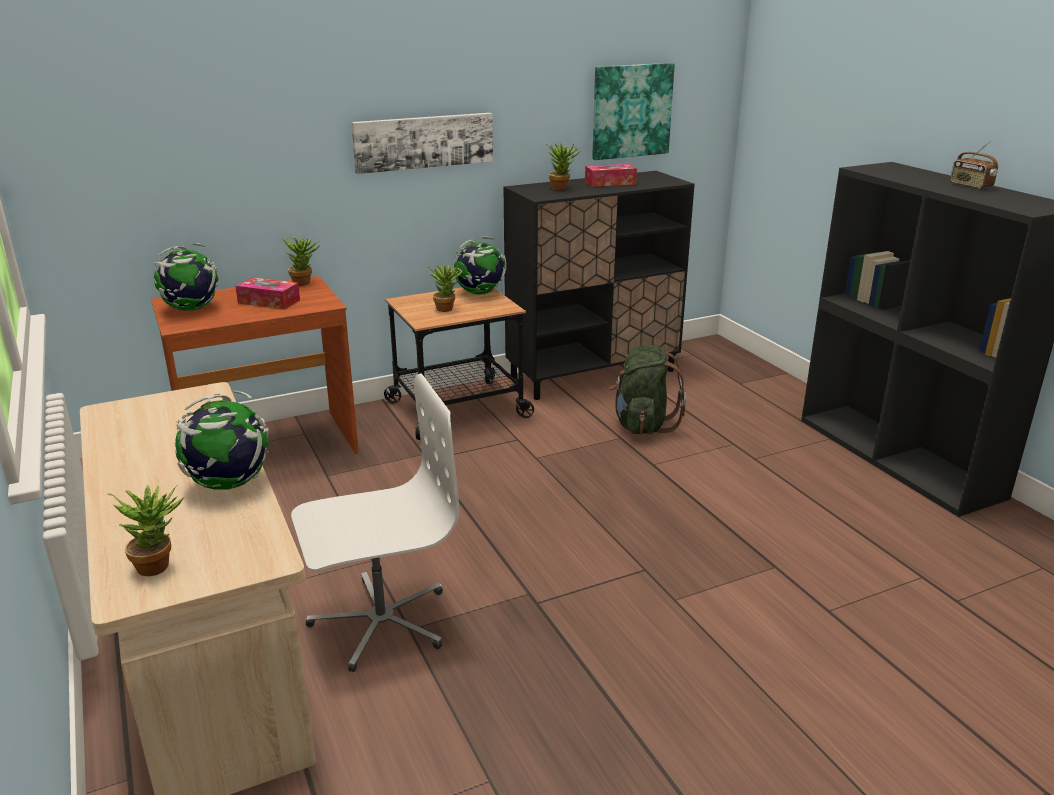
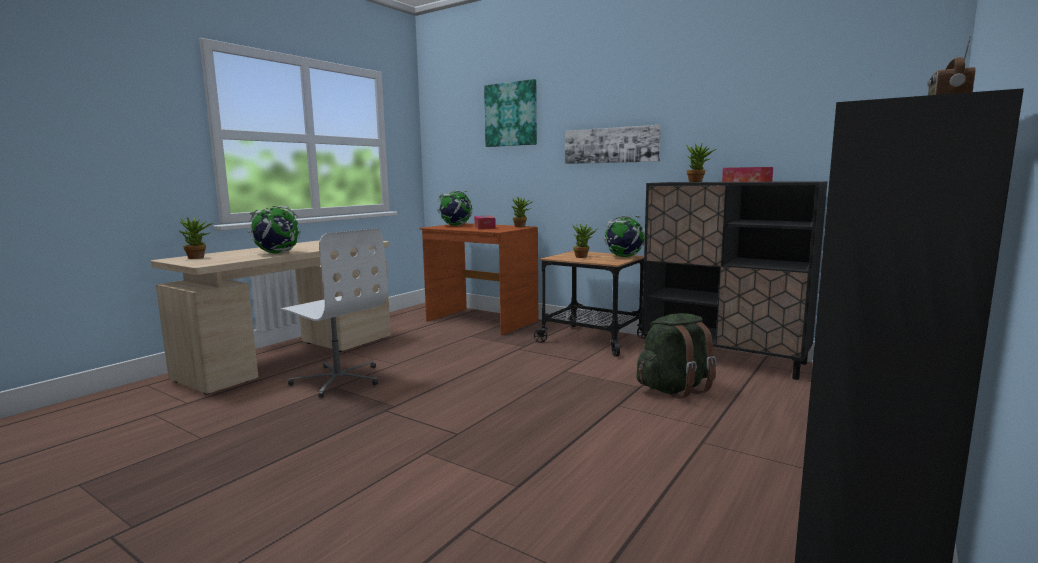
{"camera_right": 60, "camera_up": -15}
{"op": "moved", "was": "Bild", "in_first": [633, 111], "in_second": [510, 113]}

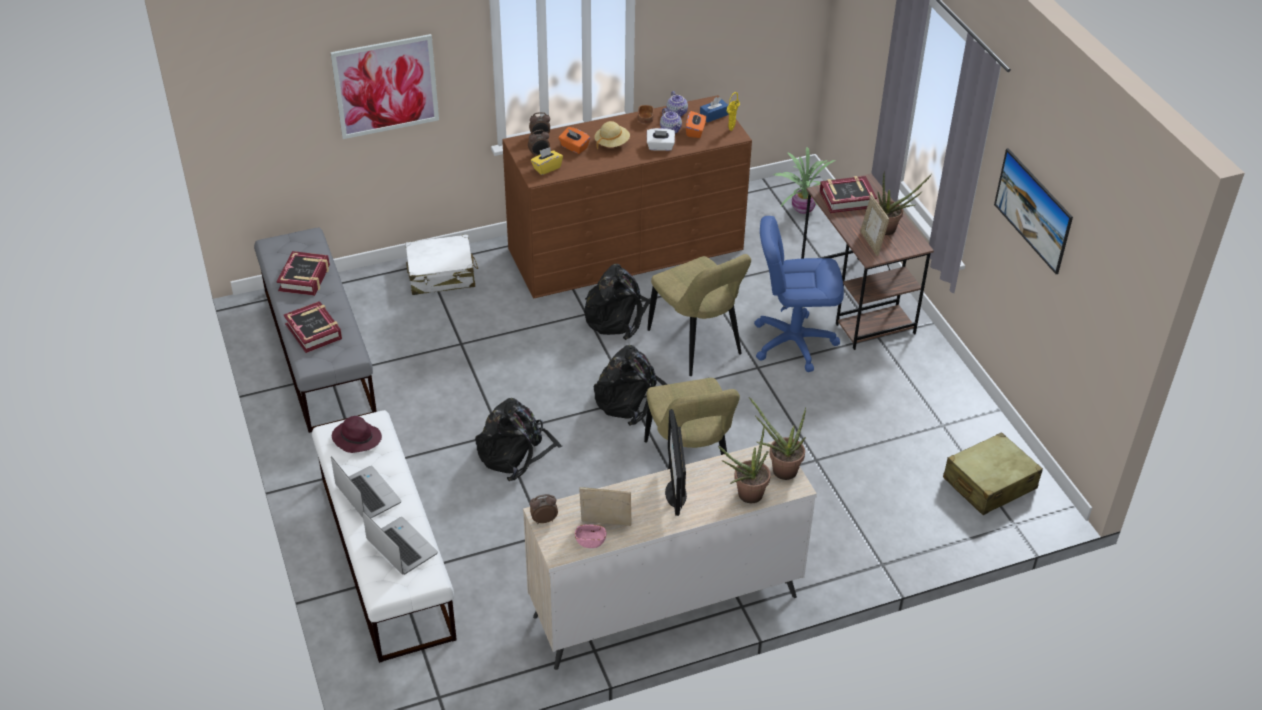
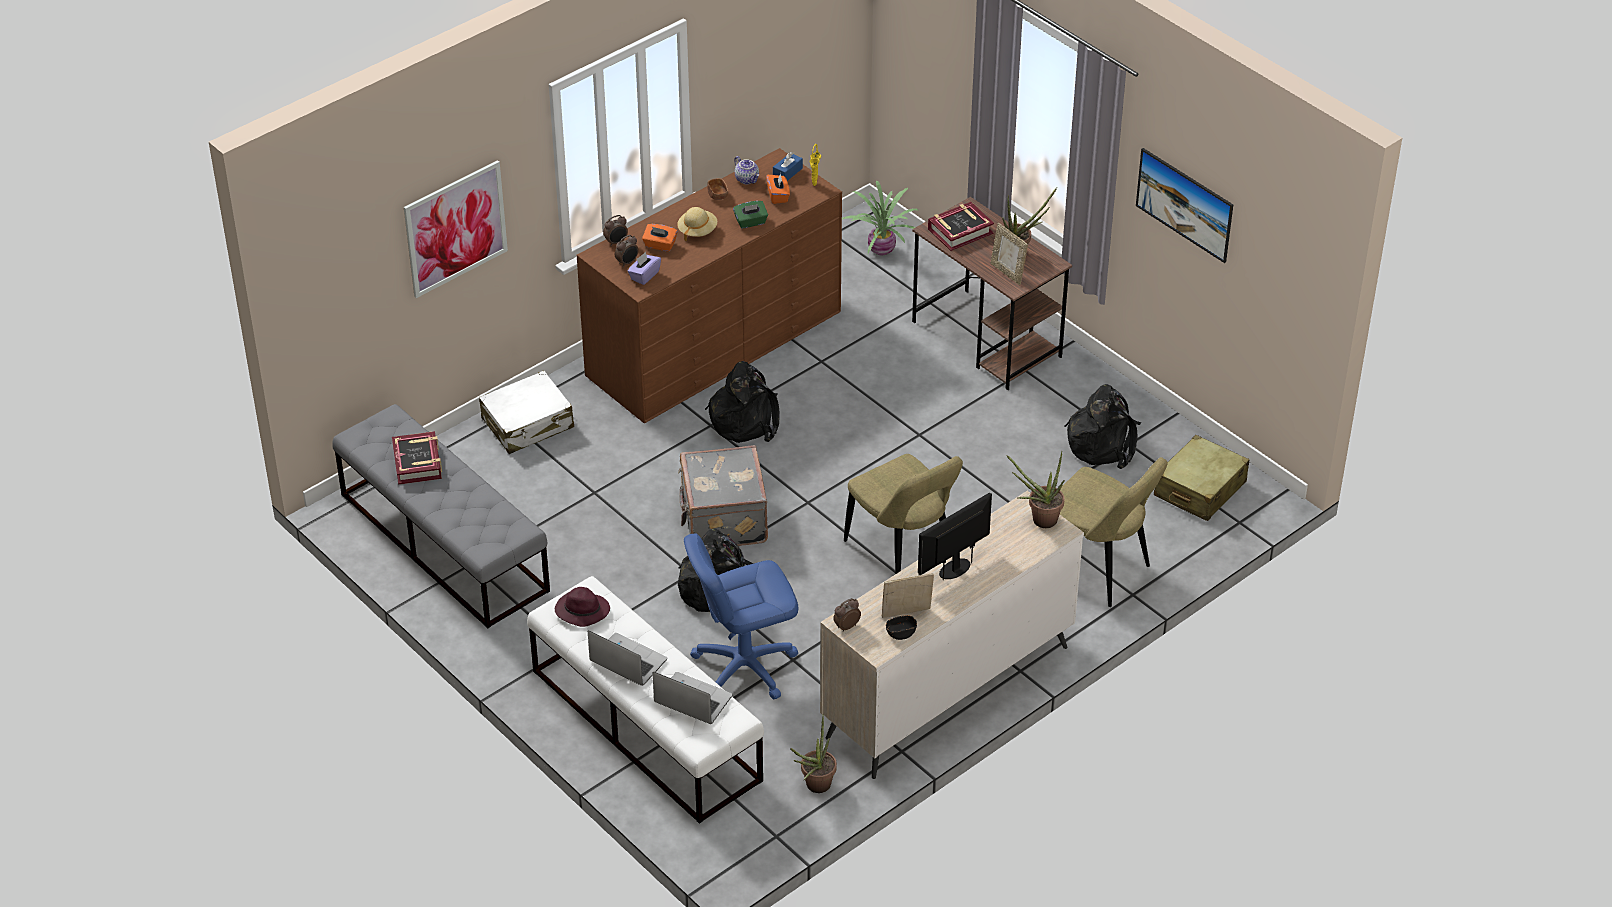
{"camera_right": -20, "camera_up": 0}
{"op": "removed", "was": "Buch", "in_first": [313, 327]}
{"op": "removed", "was": "Teekanne", "in_first": [671, 121]}
{"op": "added", "now": "Koffer [grau]", "in_second": [723, 495]}
{"op": "moved", "was": "Rucksack [schwarz]", "in_first": [631, 385], "in_second": [1102, 426]}
{"op": "moved", "was": "Stuhl [beige]", "in_first": [699, 315], "in_second": [1114, 532]}
{"op": "moved", "was": "Topfpflanze", "in_first": [744, 463], "in_second": [813, 755]}
{"op": "moved", "was": "Bürostuhl [blau]", "in_first": [799, 294], "in_second": [741, 616]}
{"op": "recoloured", "was": "Taschentuchbox [gelb]", "now": "Taschentuchbox [lila]", "in_first": [547, 161], "in_second": [644, 268]}
{"op": "recoloured", "was": "Schüssel [rosa]", "now": "Schüssel [schwarz]", "in_first": [590, 536], "in_second": [901, 627]}
{"op": "recoloured", "was": "Taschentuchbox [weiß]", "now": "Taschentuchbox [grün]", "in_first": [661, 139], "in_second": [750, 214]}
{"op": "turned", "was": "Monitor", "in_first": [676, 462], "in_second": [955, 536], "clockwise": 75}

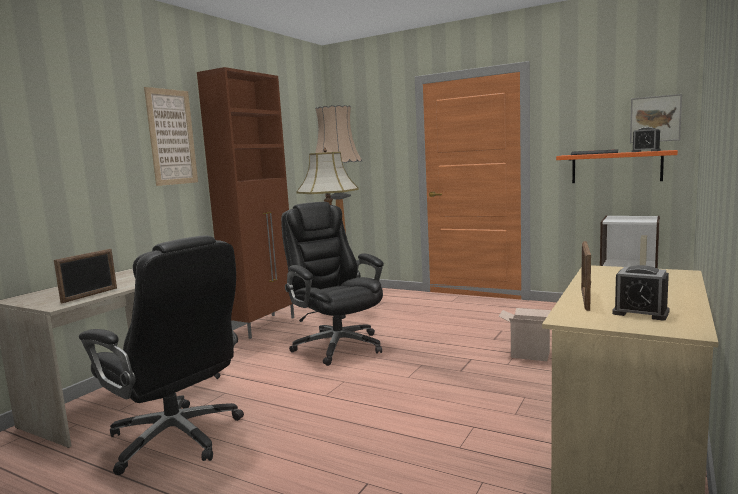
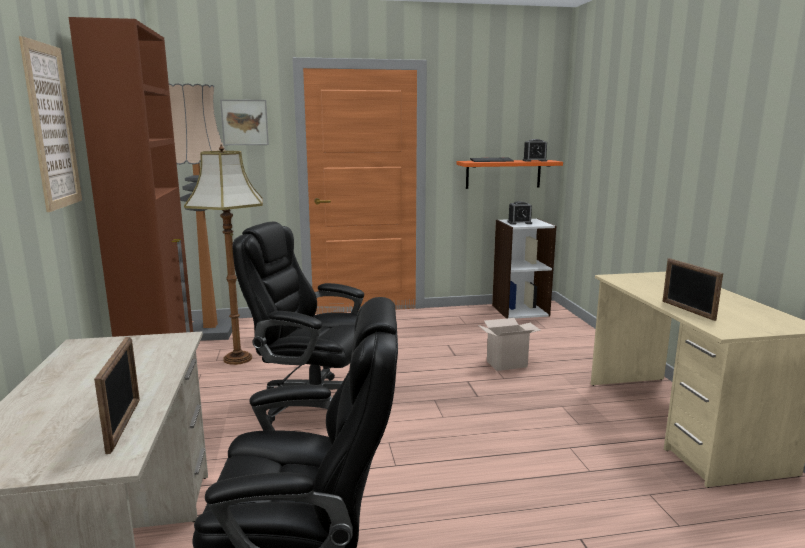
{"camera_right": -40, "camera_up": 5}
{"op": "moved", "was": "Wecker", "in_first": [641, 292], "in_second": [520, 213]}
{"op": "moved", "was": "Bild", "in_first": [656, 118], "in_second": [244, 122]}

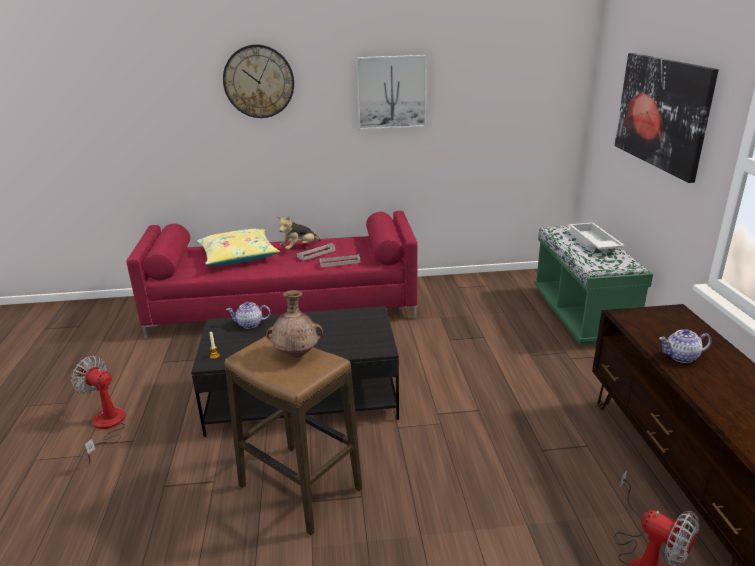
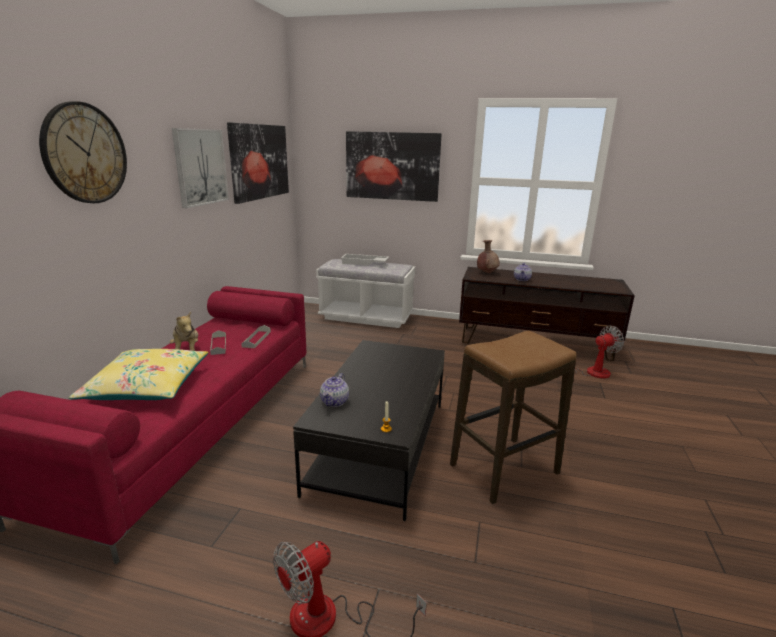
{"camera_right": -70, "camera_up": -5}
{"op": "added", "now": "Bild", "in_second": [258, 163]}
{"op": "moved", "was": "Vase [braun]", "in_first": [294, 324], "in_second": [488, 256]}
{"op": "recoloured", "was": "Bank [grün]", "now": "Bank [weiß]", "in_first": [593, 285], "in_second": [365, 293]}

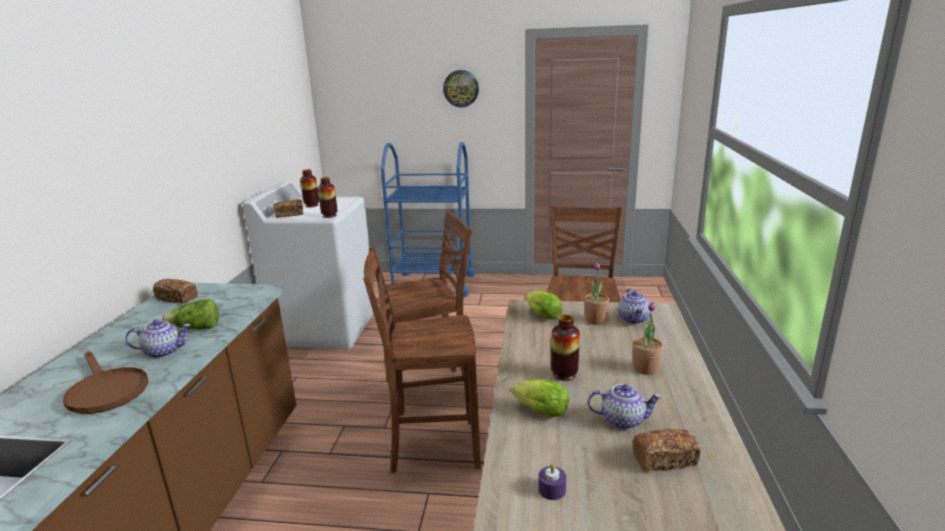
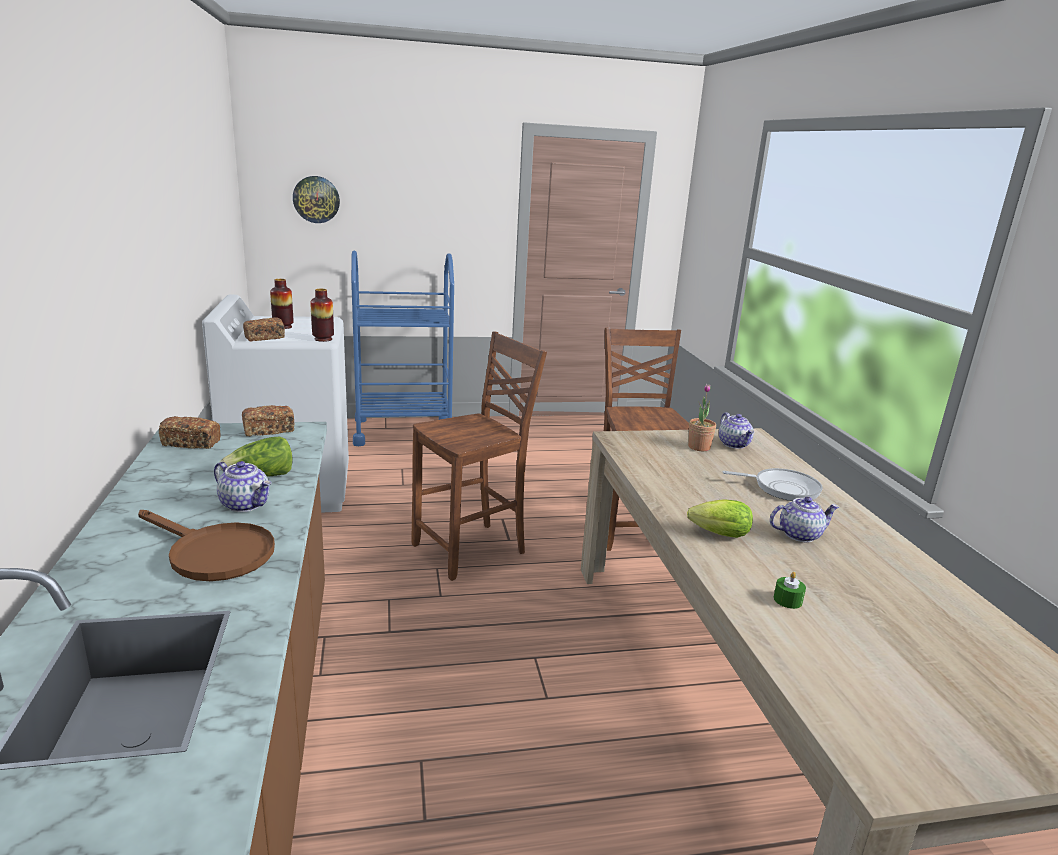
{"camera_right": -20, "camera_up": 0}
{"op": "removed", "was": "Stuhl [braun]", "in_first": [422, 360]}
{"op": "removed", "was": "Salatkopf", "in_first": [543, 305]}
{"op": "removed", "was": "Vase", "in_first": [565, 348]}
{"op": "moved", "was": "Wanduhr", "in_first": [461, 88], "in_second": [316, 199]}
{"op": "moved", "was": "Brot", "in_first": [667, 450], "in_second": [268, 420]}
{"op": "replaced", "was": "Topfpflanze", "now": "Pfanne", "in_first": [648, 338], "in_second": [772, 484]}
{"op": "recoloured", "was": "Kerze [lila]", "now": "Kerze [grün]", "in_first": [552, 481], "in_second": [789, 590]}
{"op": "turned", "was": "Teekanne", "in_first": [158, 339], "in_second": [242, 486], "clockwise": 60}

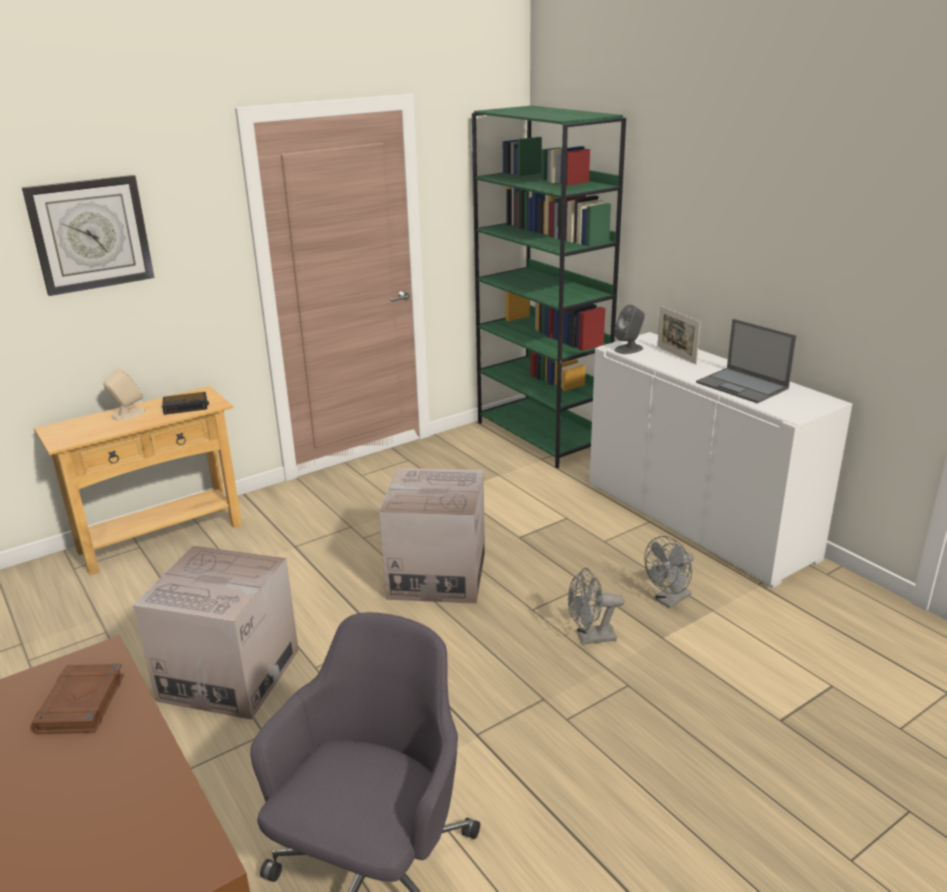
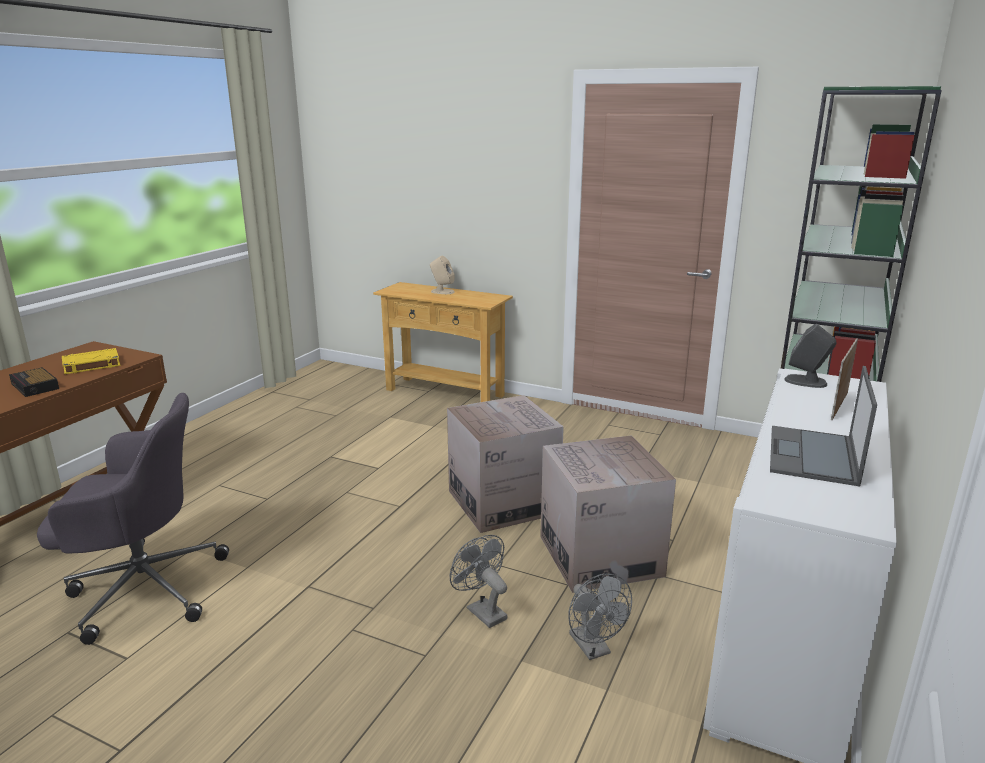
{"camera_right": 60, "camera_up": -5}
{"op": "removed", "was": "Wanduhr", "in_first": [88, 235]}
{"op": "moved", "was": "Karton", "in_first": [216, 632], "in_second": [608, 514]}
{"op": "moved", "was": "Wecker", "in_first": [185, 403], "in_second": [34, 382]}
{"op": "recoloured", "was": "Buch [braun]", "now": "Buch [gelb]", "in_first": [77, 699], "in_second": [91, 361]}
{"op": "turned", "was": "Ventilator [grau]", "in_first": [669, 572], "in_second": [600, 617], "clockwise": -135}

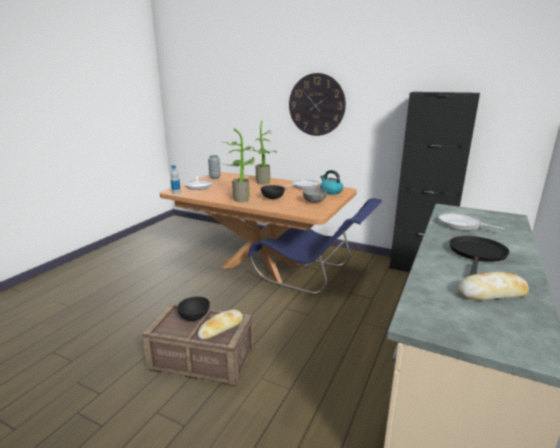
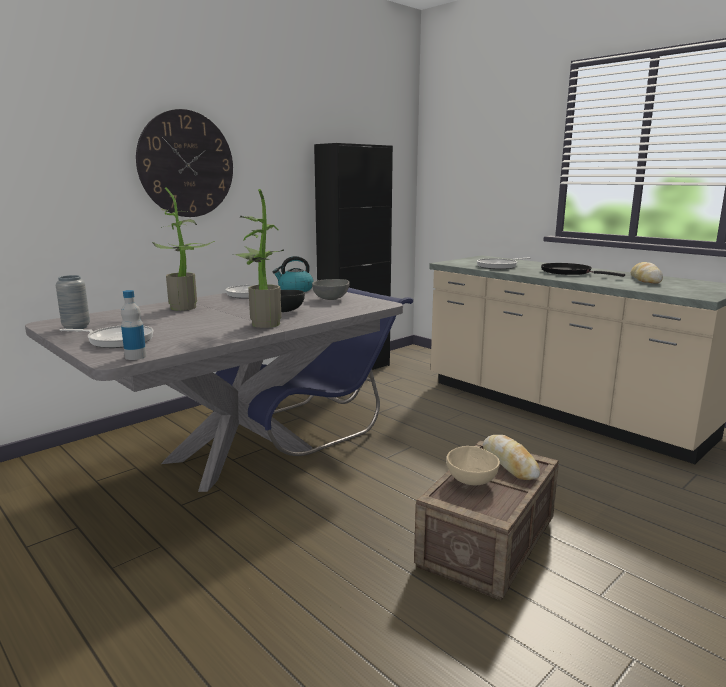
{"camera_right": -70, "camera_up": -5}
{"op": "recoloured", "was": "Esstisch [braun]", "now": "Esstisch [grau]", "in_first": [258, 227], "in_second": [214, 388]}
{"op": "recoloured", "was": "Schüssel [schwarz]", "now": "Schüssel [beige]", "in_first": [194, 309], "in_second": [473, 465]}

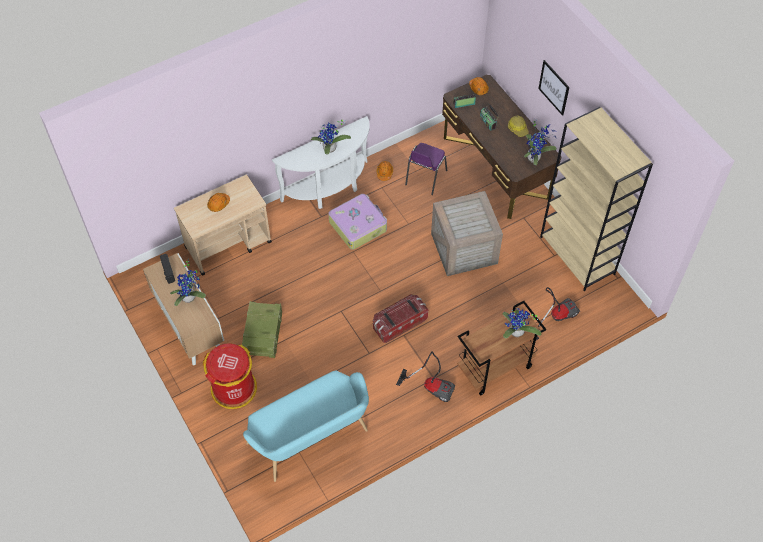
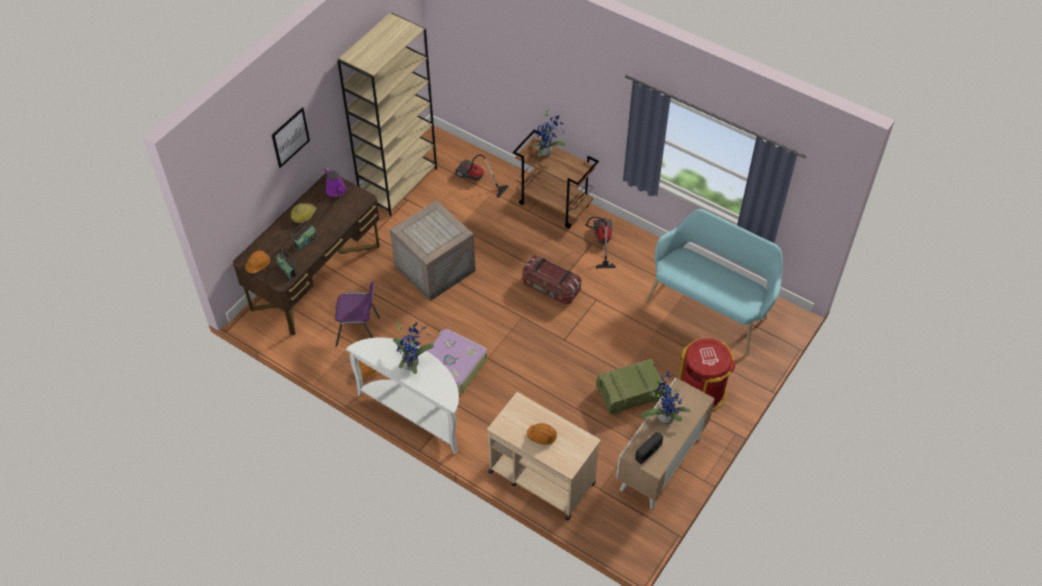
{"camera_right": -115, "camera_up": -5}
{"op": "replaced", "was": "Topfpflanze", "now": "Gießkanne [lila]", "in_first": [540, 143], "in_second": [336, 182]}

